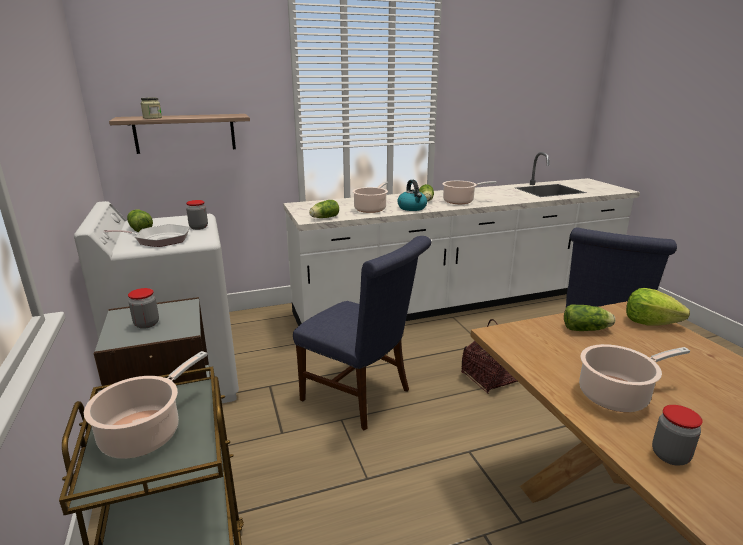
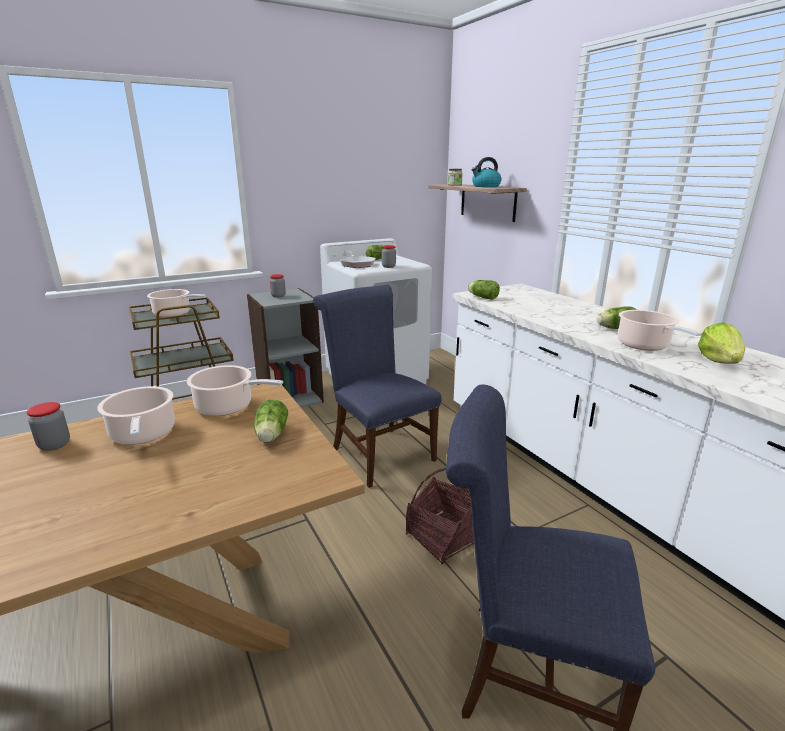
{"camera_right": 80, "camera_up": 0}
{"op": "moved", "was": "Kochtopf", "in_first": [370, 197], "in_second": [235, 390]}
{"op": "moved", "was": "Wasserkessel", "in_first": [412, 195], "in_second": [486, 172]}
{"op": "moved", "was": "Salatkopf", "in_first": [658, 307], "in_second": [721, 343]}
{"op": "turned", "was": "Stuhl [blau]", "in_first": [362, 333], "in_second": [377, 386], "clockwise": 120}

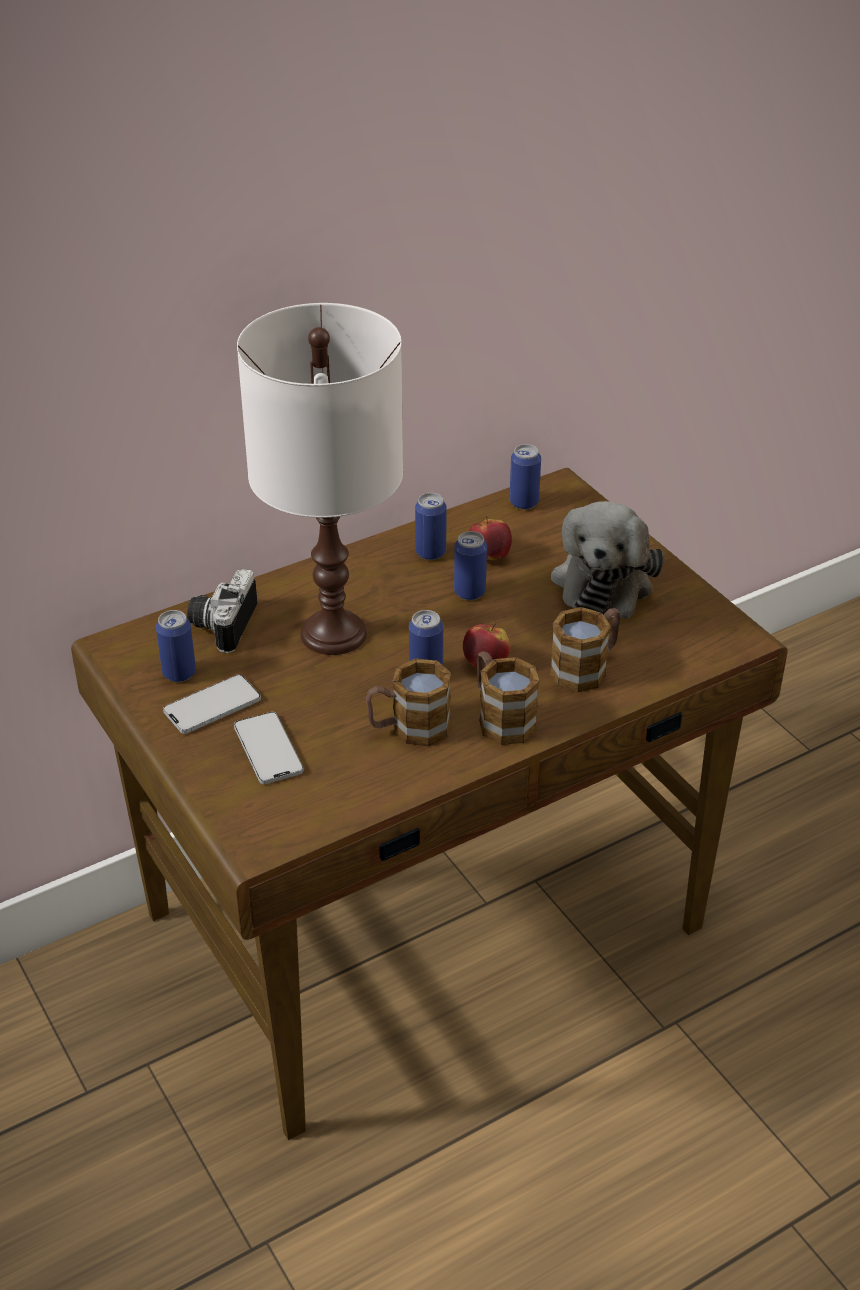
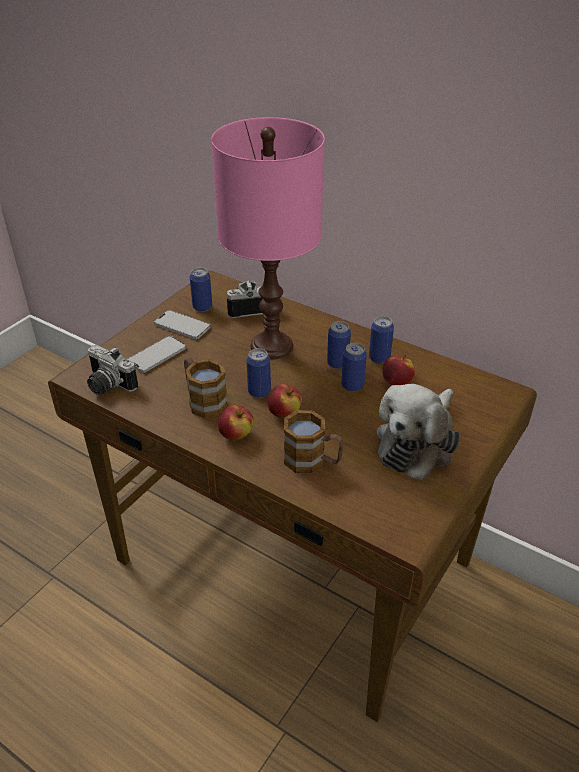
{"camera_right": 65, "camera_up": 0}
{"op": "added", "now": "Kamera", "in_second": [112, 370]}
{"op": "moved", "was": "Dose", "in_first": [525, 477], "in_second": [339, 345]}
{"op": "replaced", "was": "Henkelbecher", "now": "Apfel", "in_first": [508, 698], "in_second": [236, 423]}
{"op": "recoloured", "was": "Tischlampe [weiß]", "now": "Tischlampe [rosa]", "in_first": [320, 479], "in_second": [268, 238]}
{"op": "turned", "was": "Plüschtier", "in_first": [607, 560], "in_second": [418, 432], "clockwise": -45}

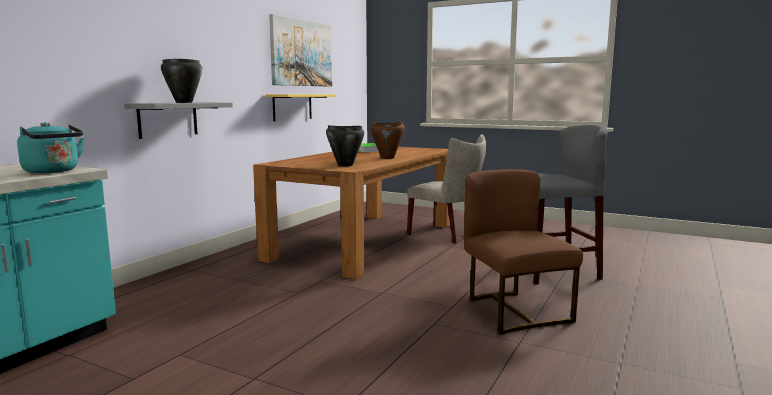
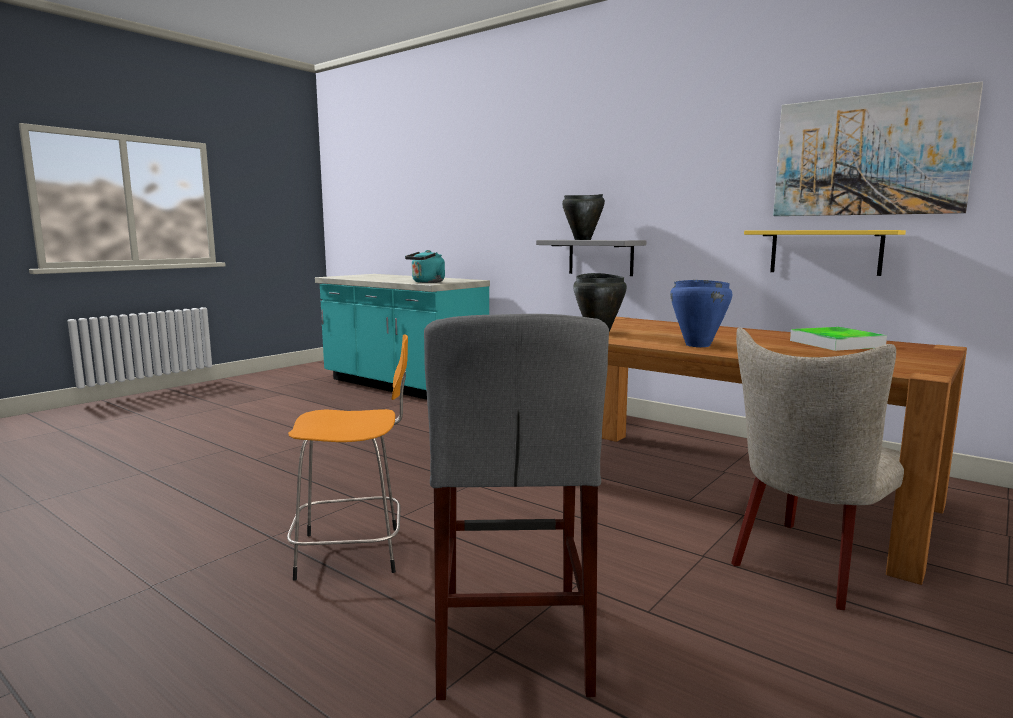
{"camera_right": 100, "camera_up": 0}
{"op": "replaced", "was": "Stuhl [braun]", "now": "Hocker [orange]", "in_first": [523, 252], "in_second": [347, 457]}
{"op": "recoloured", "was": "Kochtopf [braun]", "now": "Kochtopf [blau]", "in_first": [387, 140], "in_second": [701, 313]}

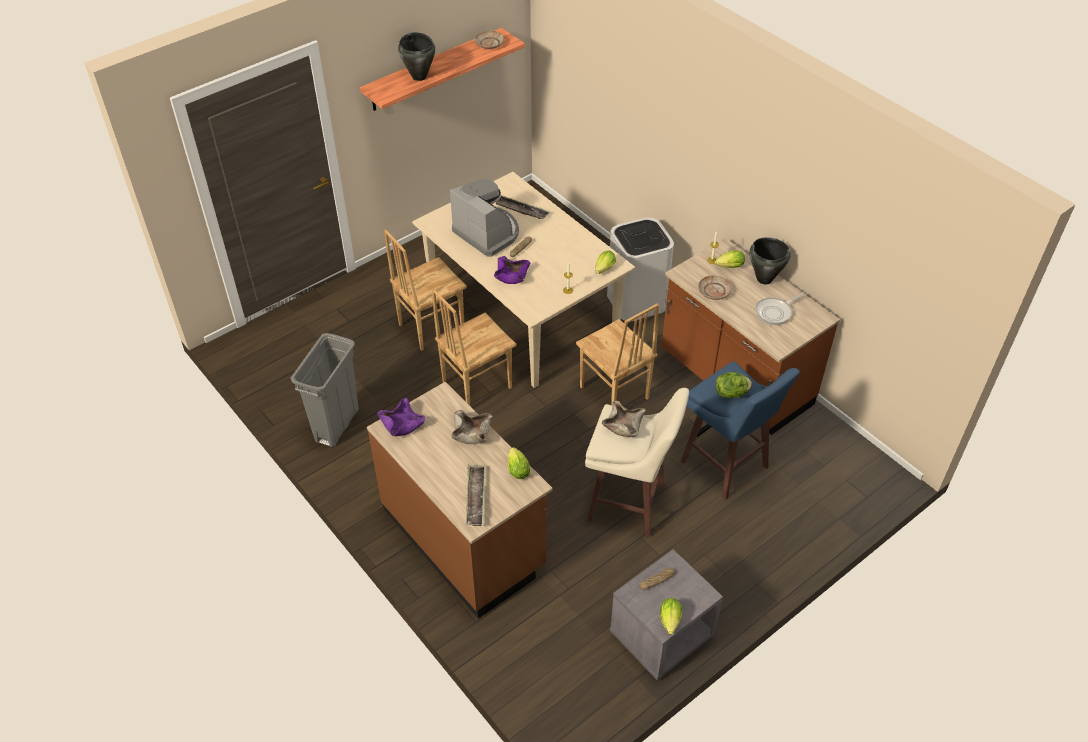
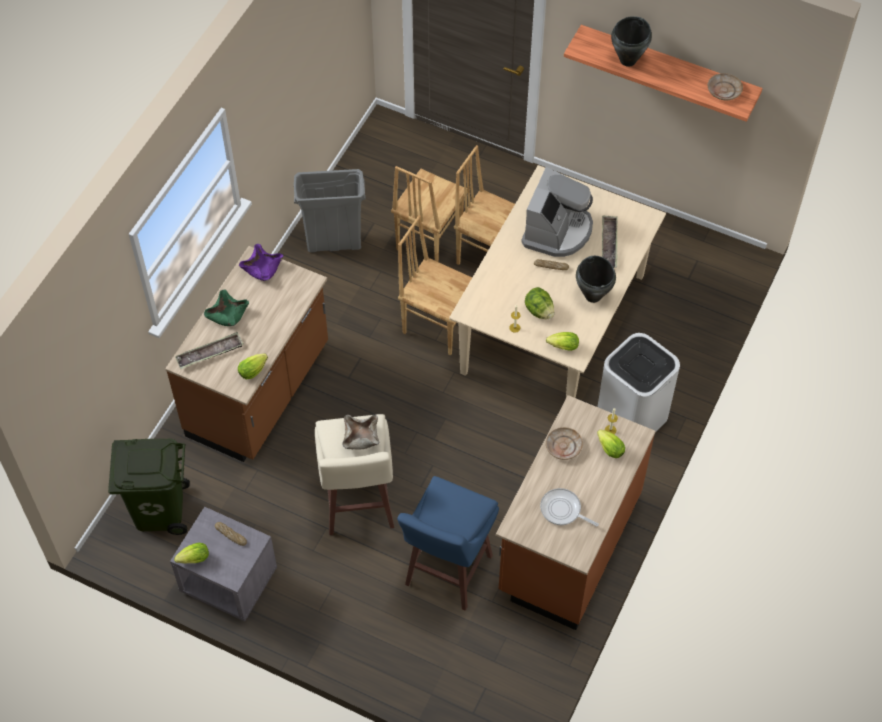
{"camera_right": 65, "camera_up": 10}
{"op": "removed", "was": "Schüssel [beige]", "in_first": [472, 427]}
{"op": "removed", "was": "Schüssel [lila]", "in_first": [512, 270]}
{"op": "added", "now": "Mülleimer [grün]", "in_second": [149, 487]}
{"op": "added", "now": "Schüssel [grün]", "in_second": [226, 307]}
{"op": "moved", "was": "Stuhl [braun]", "in_first": [617, 354], "in_second": [429, 214]}
{"op": "moved", "was": "Salatkopf", "in_first": [734, 385], "in_second": [539, 303]}
{"op": "moved", "was": "Kochtopf [schwarz]", "in_first": [769, 261], "in_second": [596, 279]}

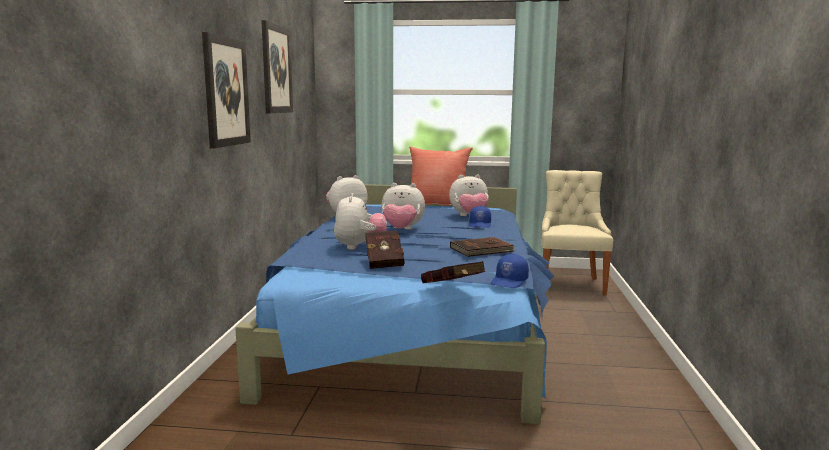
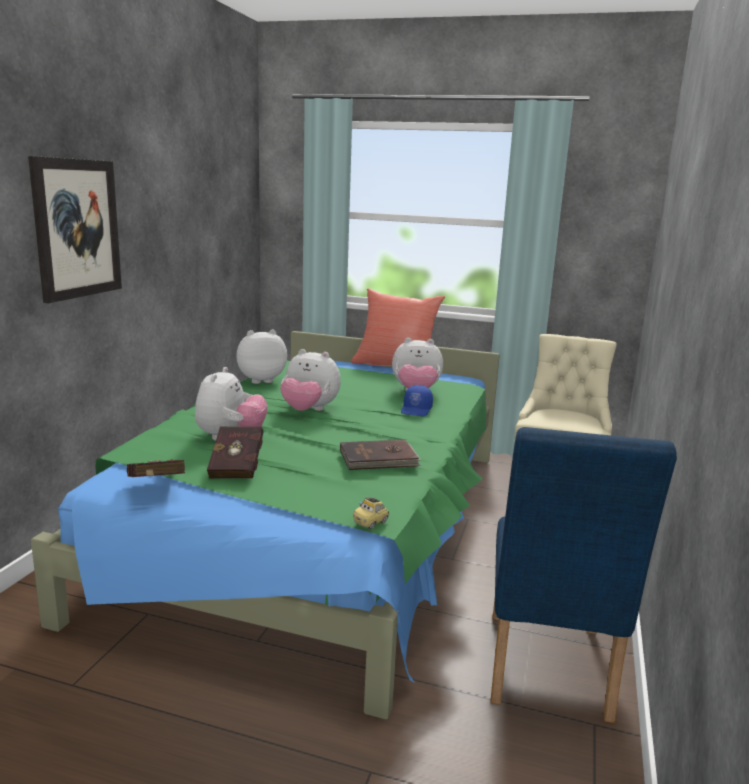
{"camera_right": 10, "camera_up": 5}
{"op": "removed", "was": "Bild", "in_first": [277, 66]}
{"op": "added", "now": "Stuhl [blau]", "in_second": [584, 575]}
{"op": "moved", "was": "Buch [rot]", "in_first": [453, 272], "in_second": [156, 468]}
{"op": "replaced", "was": "Kappe [blau]", "now": "Spielzeugauto", "in_first": [510, 271], "in_second": [371, 513]}
{"op": "recoloured", "was": "Bett [blau]", "now": "Bett [grün]", "in_first": [394, 304], "in_second": [265, 525]}

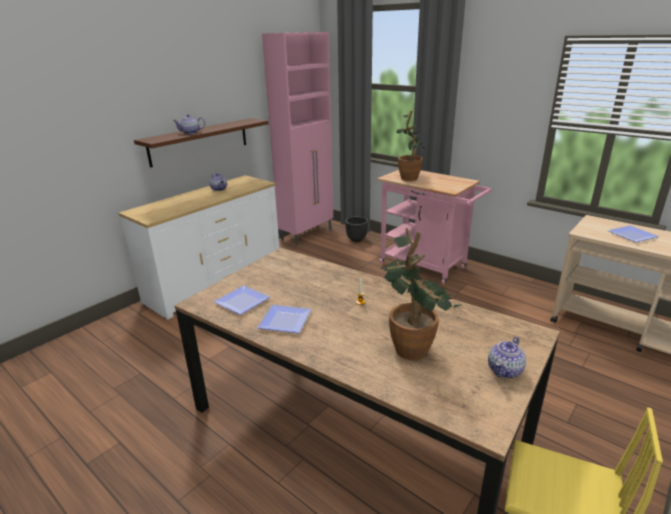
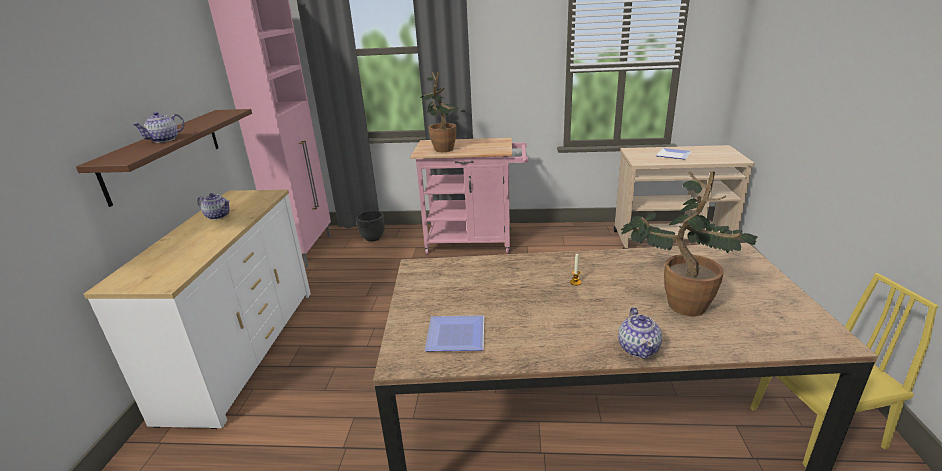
{"camera_right": -35, "camera_up": 0}
{"op": "removed", "was": "Teller", "in_first": [284, 319]}
{"op": "moved", "was": "Teekanne", "in_first": [507, 357], "in_second": [640, 333]}

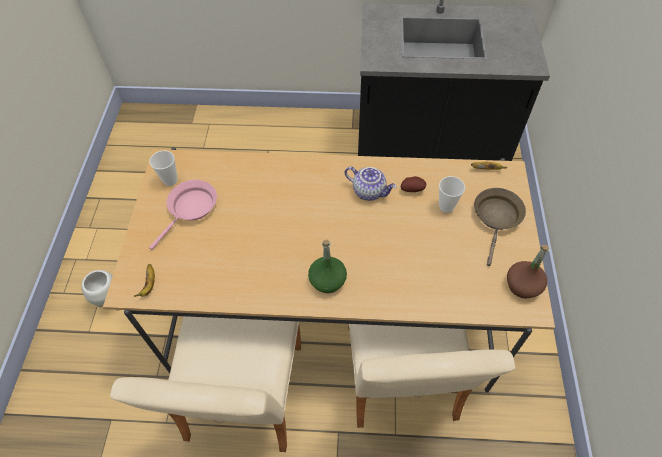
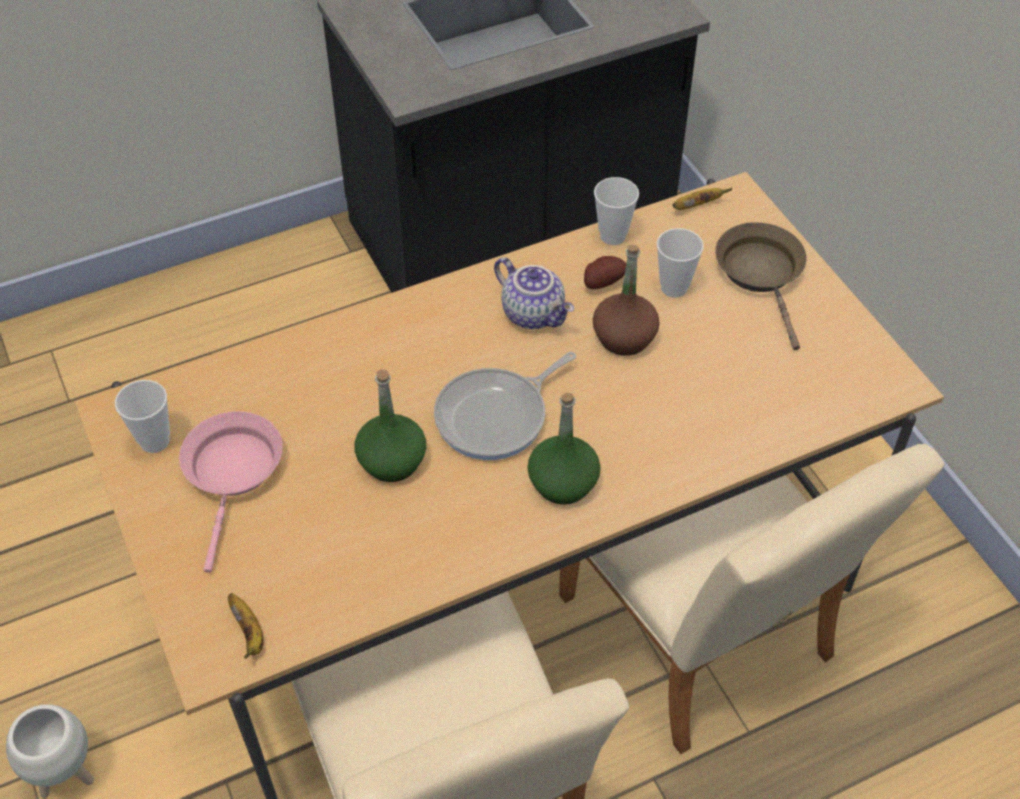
{"camera_right": -30, "camera_up": -5}
{"op": "added", "now": "Flasche [grün]", "in_second": [390, 425]}
{"op": "added", "now": "Pfanne", "in_second": [505, 406]}
{"op": "added", "now": "Tasse", "in_second": [616, 211]}
{"op": "moved", "was": "Flasche [braun]", "in_first": [528, 271], "in_second": [626, 300]}
{"op": "turned", "was": "Teekanne", "in_first": [370, 184], "in_second": [534, 293], "clockwise": 45}

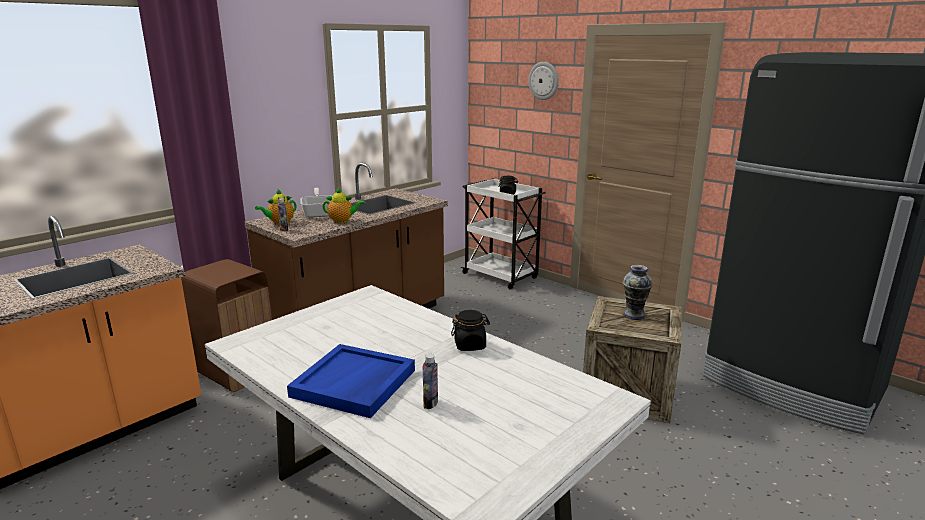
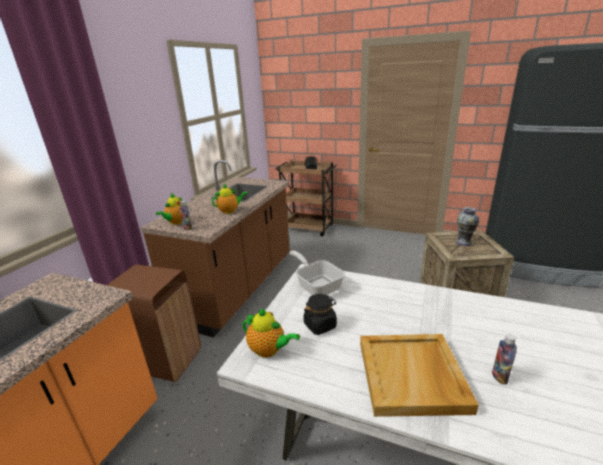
{"camera_right": -20, "camera_up": 5}
{"op": "removed", "was": "Wanduhr", "in_first": [543, 81]}
{"op": "added", "now": "Teekanne", "in_second": [271, 333]}
{"op": "moved", "was": "Pfanne", "in_first": [316, 203], "in_second": [317, 273]}
{"op": "moved", "was": "Vorratsglas [schwarz]", "in_first": [470, 330], "in_second": [320, 314]}
{"op": "recoloured", "was": "Tablett [blau]", "now": "Tablett [beige]", "in_first": [351, 381], "in_second": [419, 375]}
{"op": "recoloured", "was": "Rollwagen [weiß]", "now": "Rollwagen [braun]", "in_first": [503, 233], "in_second": [306, 198]}

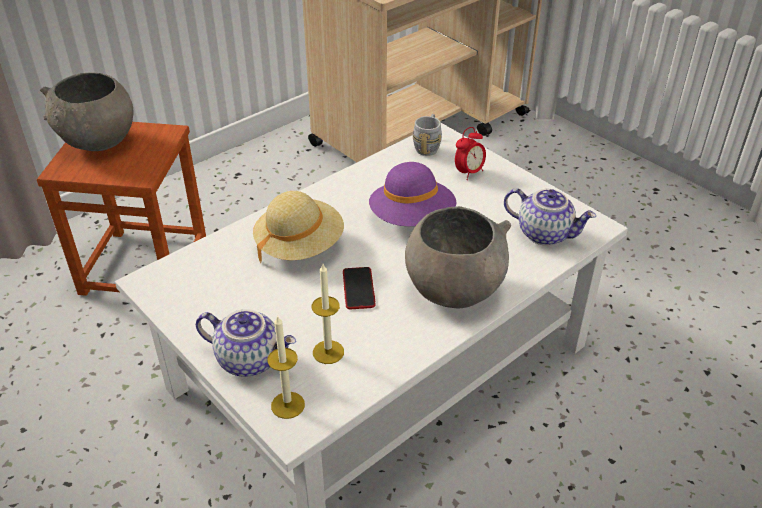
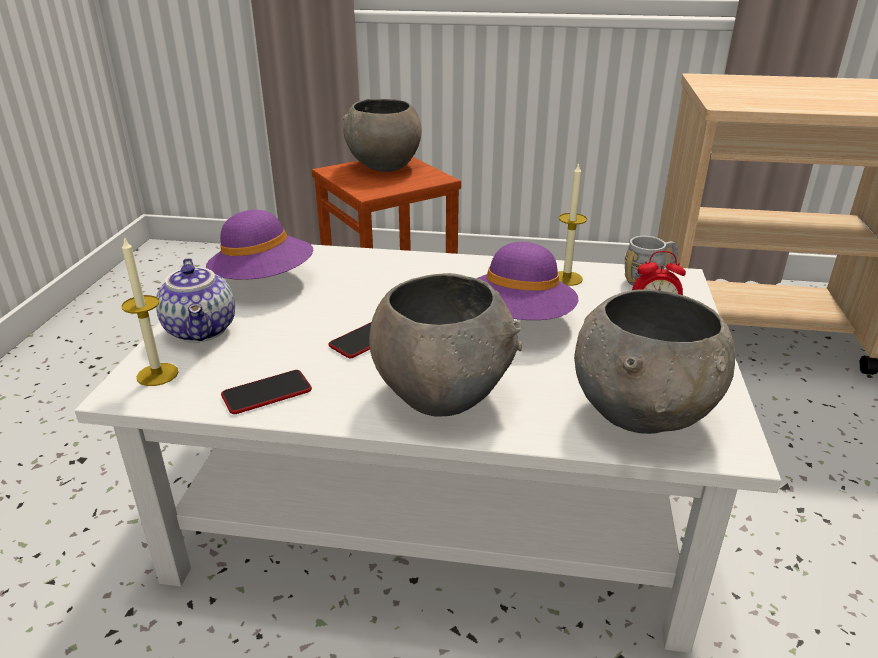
{"camera_right": 50, "camera_up": -10}
{"op": "removed", "was": "Hut [beige]", "in_first": [298, 227]}
{"op": "added", "now": "Hut [lila]", "in_second": [260, 245]}
{"op": "added", "now": "Handy", "in_second": [266, 392]}
{"op": "moved", "was": "Kerze", "in_first": [328, 314], "in_second": [572, 224]}
{"op": "replaced", "was": "Teekanne", "now": "Schüssel [grau]", "in_first": [550, 216], "in_second": [654, 361]}

